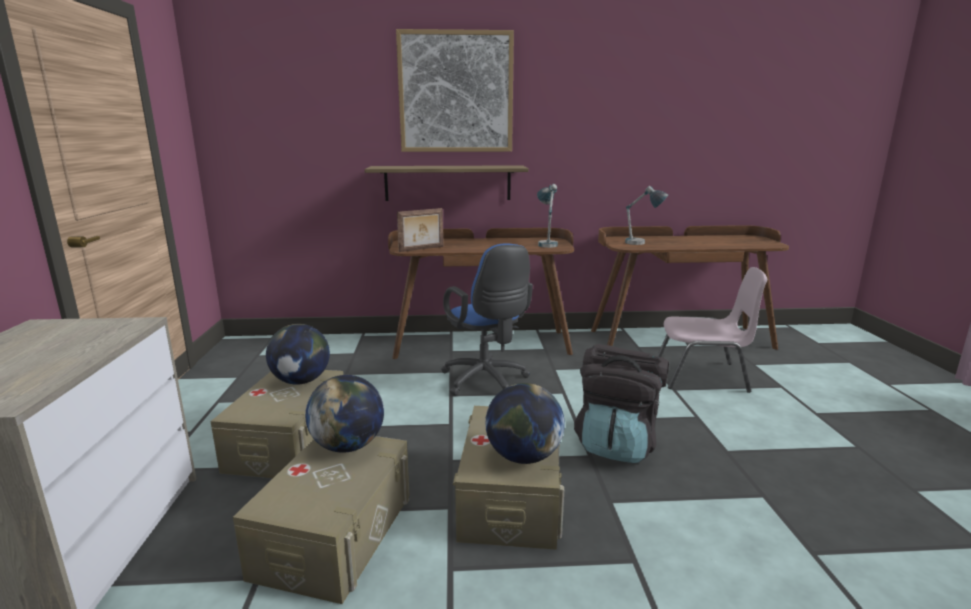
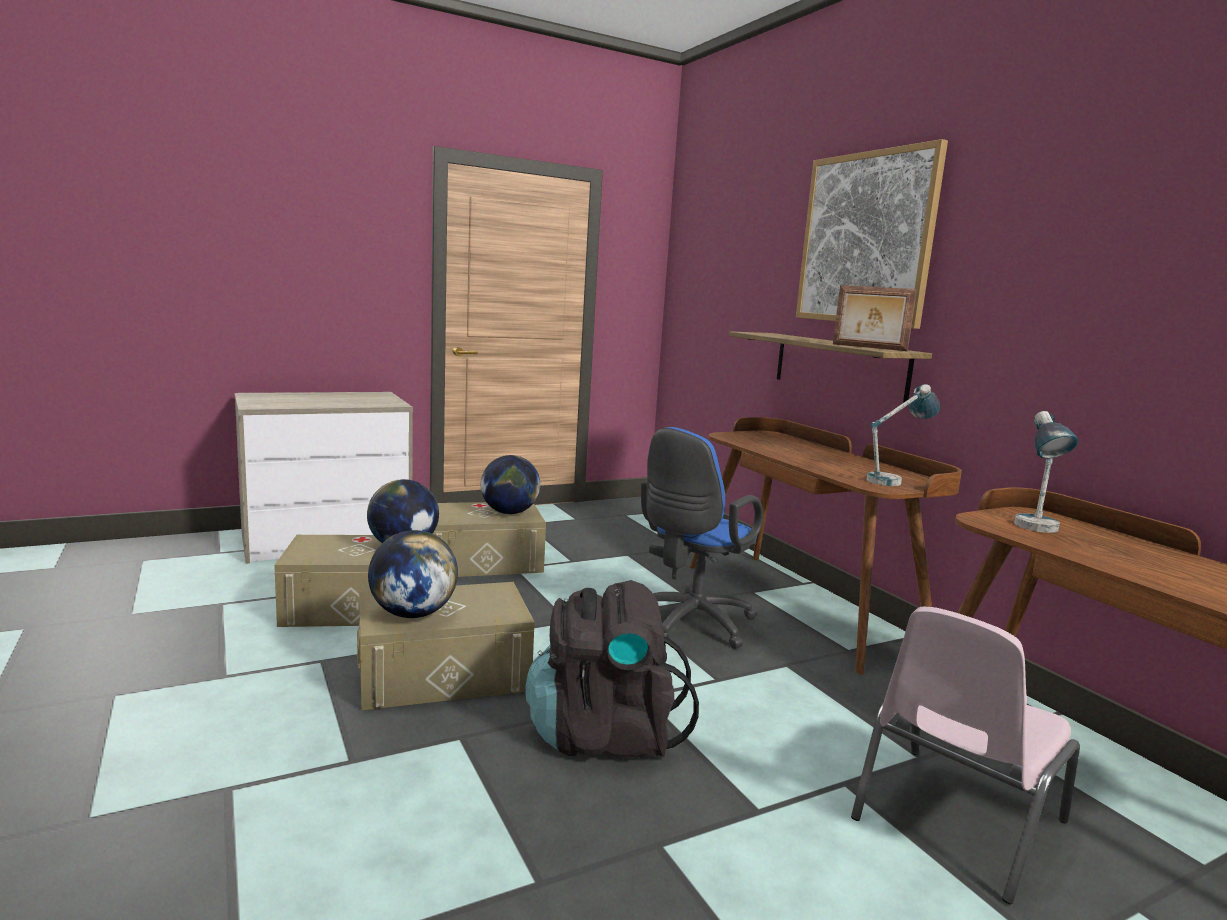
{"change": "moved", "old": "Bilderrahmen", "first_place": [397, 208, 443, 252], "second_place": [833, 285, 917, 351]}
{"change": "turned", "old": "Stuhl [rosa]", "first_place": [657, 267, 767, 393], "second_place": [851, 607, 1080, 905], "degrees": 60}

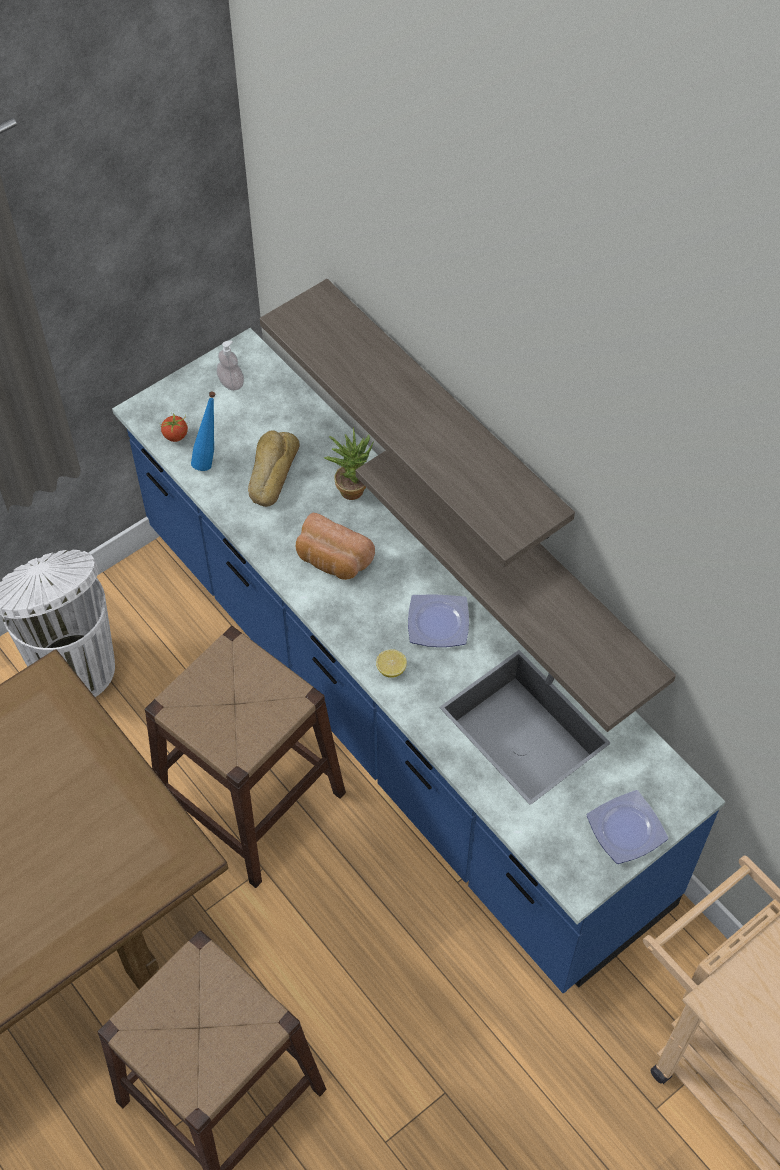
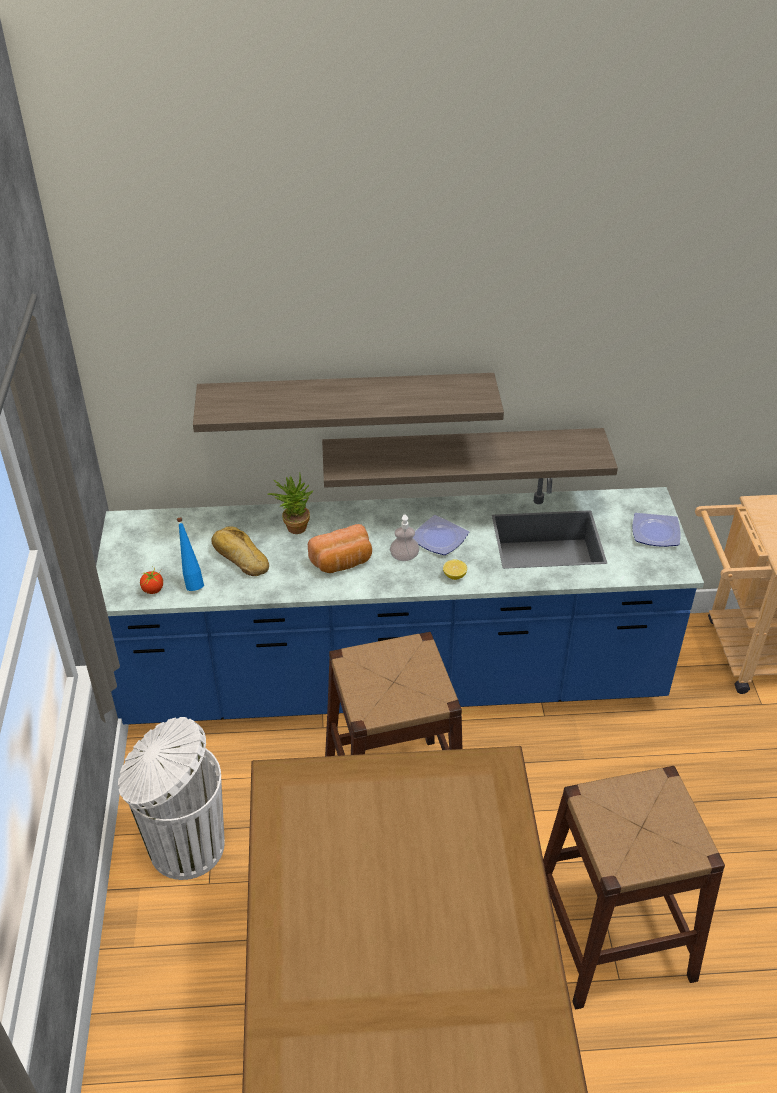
{"change": "moved", "old": "Seifenspender", "first_place": [216, 341, 244, 391], "second_place": [390, 515, 420, 561]}

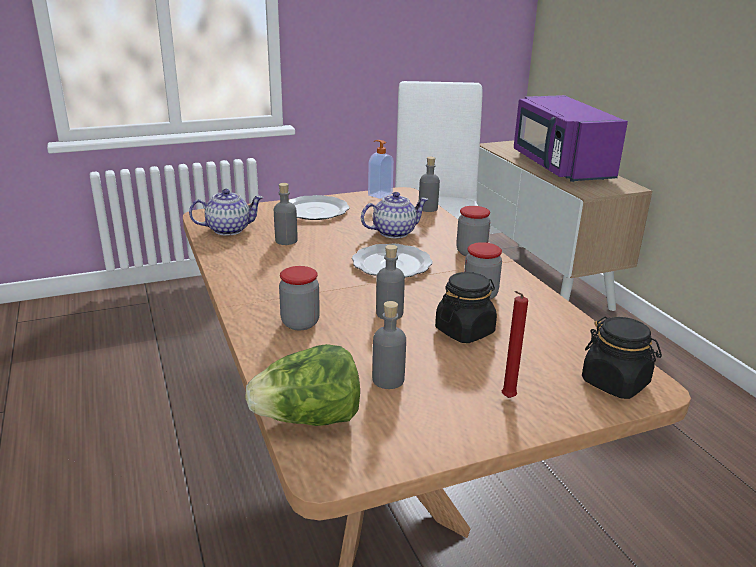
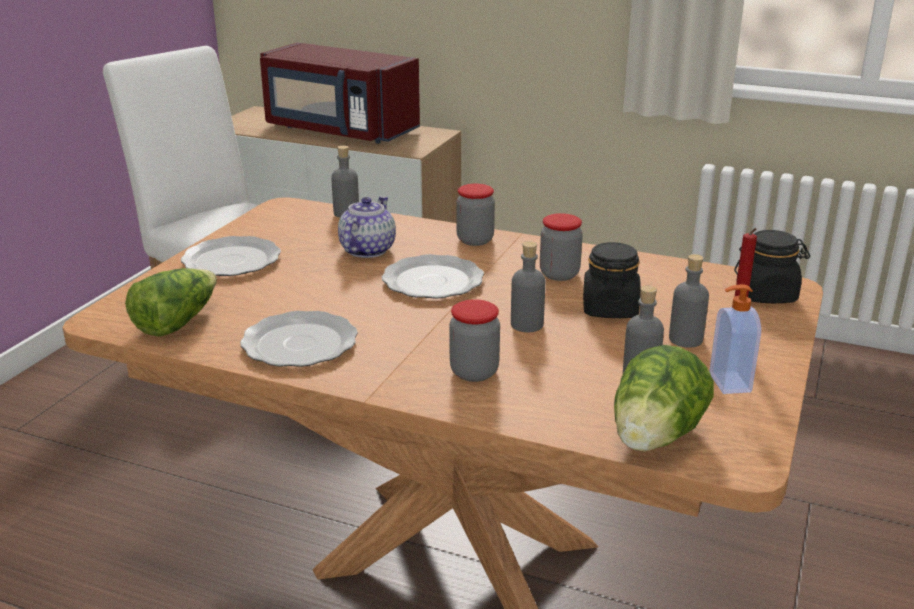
{"change": "replaced", "old": "Teekanne", "new": "Salatkopf", "first_place": [189, 189, 263, 236], "second_place": [125, 268, 216, 337]}
{"change": "moved", "old": "Flasche [grau]", "first_place": [274, 183, 298, 245], "second_place": [669, 254, 709, 348]}
{"change": "moved", "old": "Seifenspender", "first_place": [368, 140, 394, 199], "second_place": [709, 284, 761, 394]}
{"change": "recoloured", "old": "Mikrowelle [lila]", "new": "Mikrowelle [rot]", "first_place": [514, 95, 628, 182], "second_place": [260, 42, 420, 144]}
{"change": "added", "new": "Teller", "second_place": [240, 311, 358, 367]}

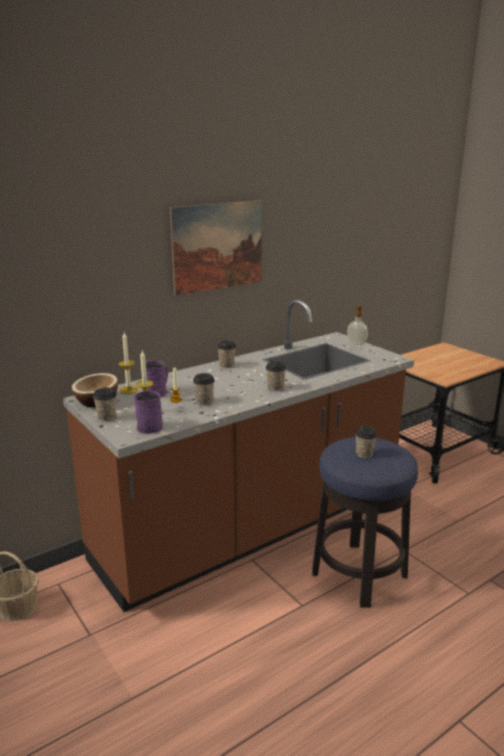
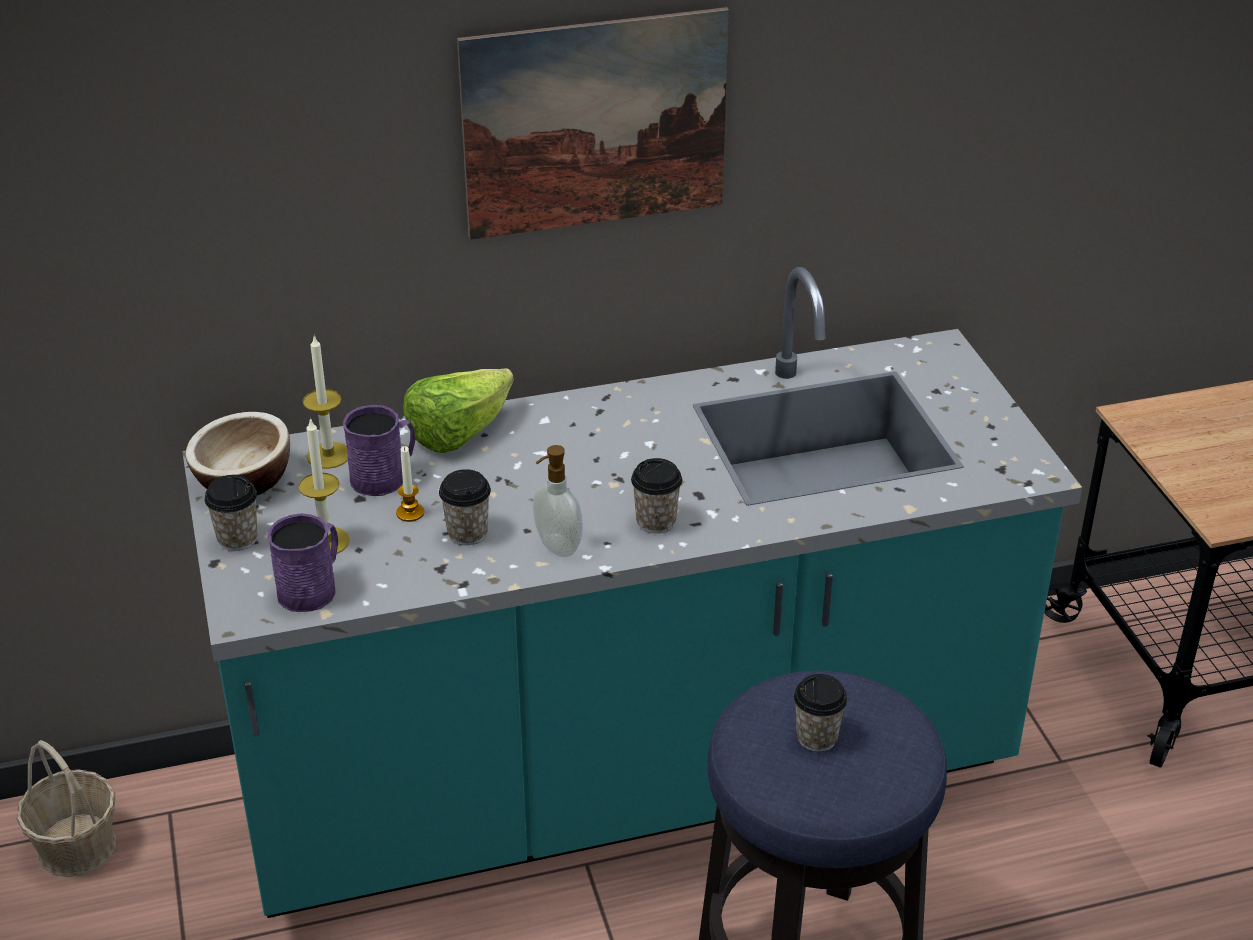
{"change": "recoloured", "old": "Küchenzeile [braun]", "new": "Küchenzeile [türkis]", "first_place": [63, 300, 414, 612], "second_place": [182, 267, 1082, 918]}
{"change": "removed", "old": "Tasse", "first_place": [217, 341, 236, 368]}
{"change": "moved", "old": "Seifenspender", "first_place": [347, 305, 368, 345], "second_place": [533, 445, 583, 557]}
{"change": "added", "new": "Salatkopf", "second_place": [403, 368, 514, 453]}

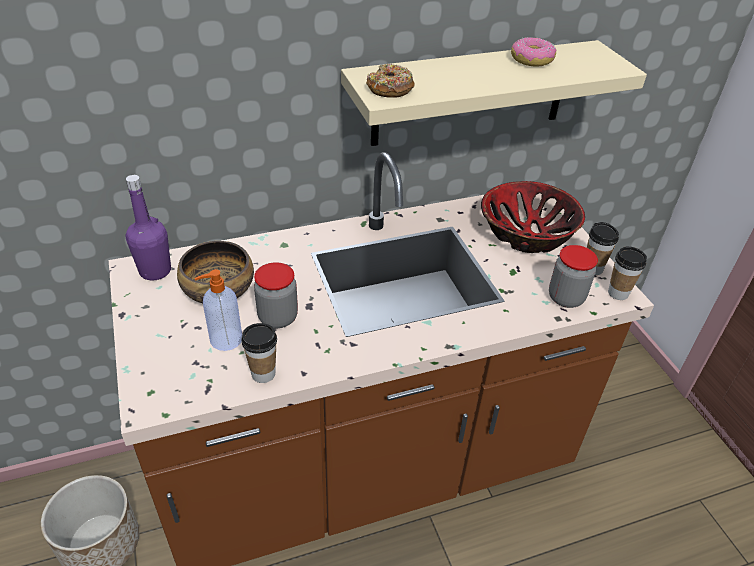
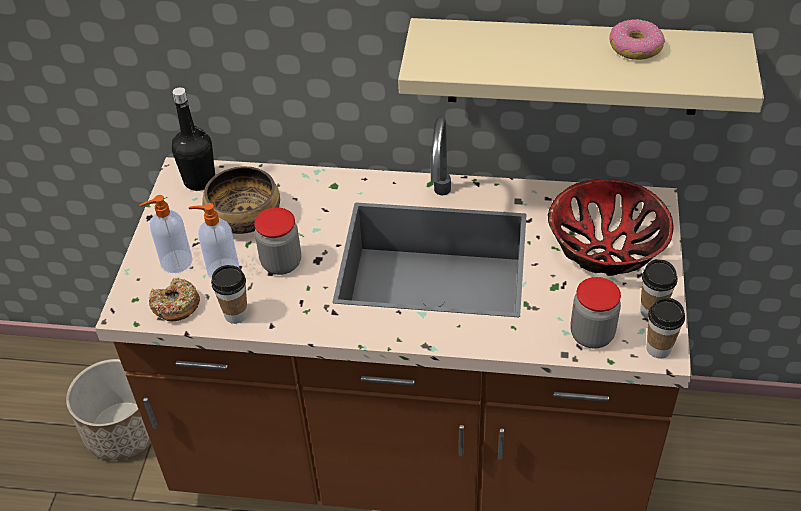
{"change": "recoloured", "old": "Flasche [lila]", "new": "Flasche [schwarz]", "first_place": [126, 175, 171, 281], "second_place": [172, 87, 215, 191]}
{"change": "moved", "old": "Donut", "first_place": [366, 64, 415, 98], "second_place": [149, 277, 200, 321]}
{"change": "added", "new": "Seifenspender", "second_place": [140, 195, 193, 273]}

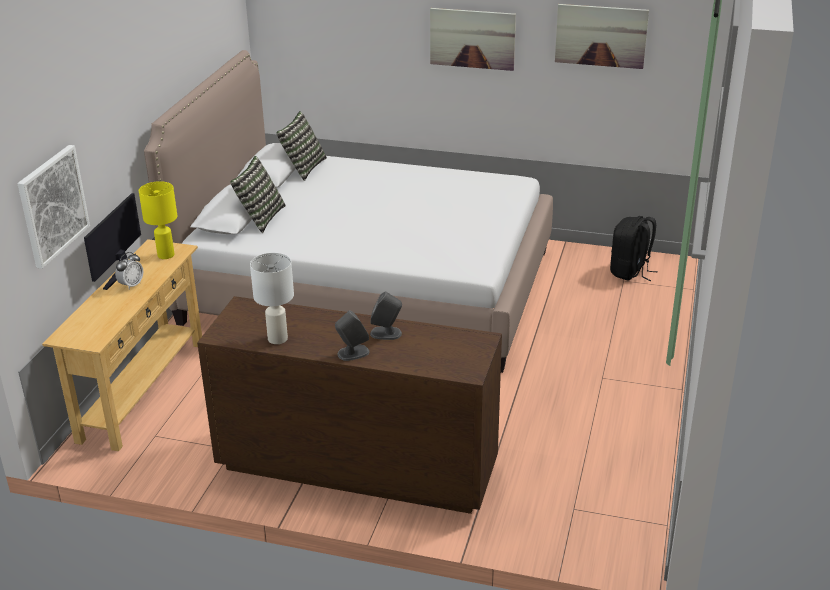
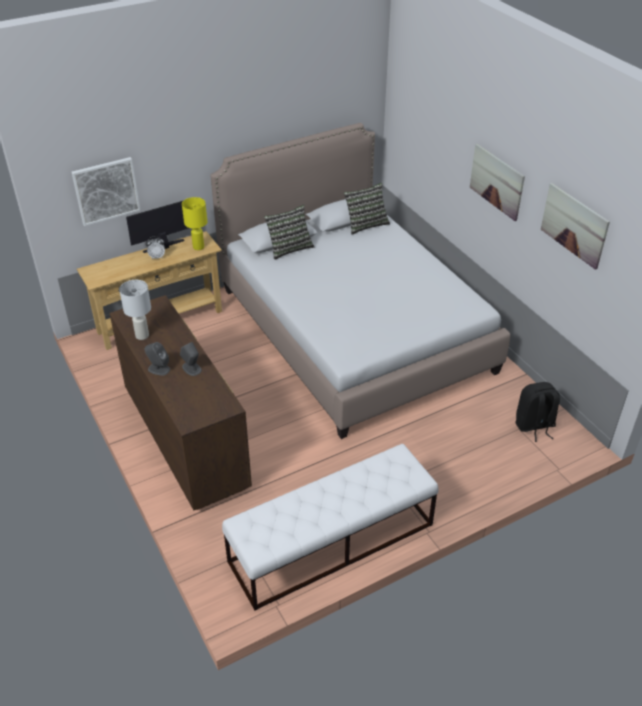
{"change": "added", "new": "Bank [weiß]", "second_place": [222, 444, 438, 611]}

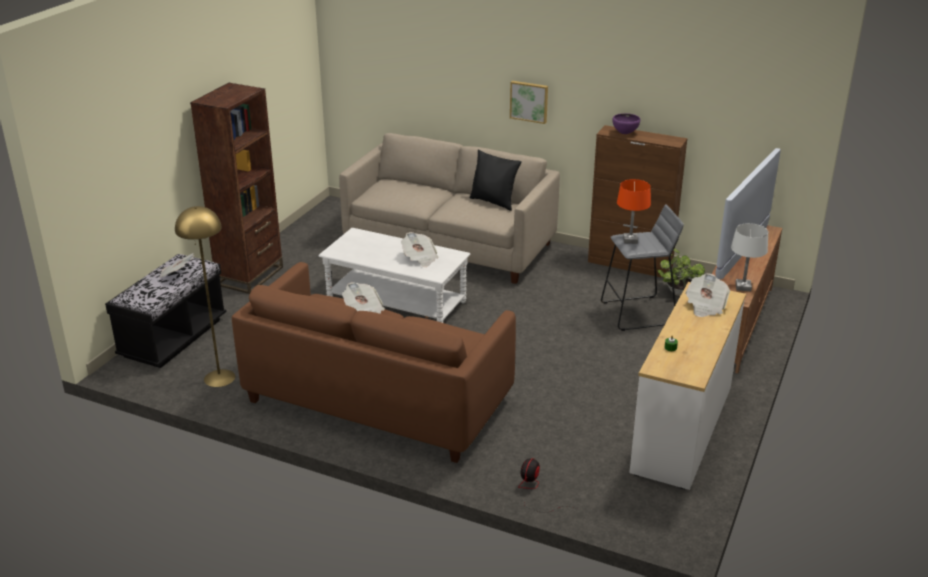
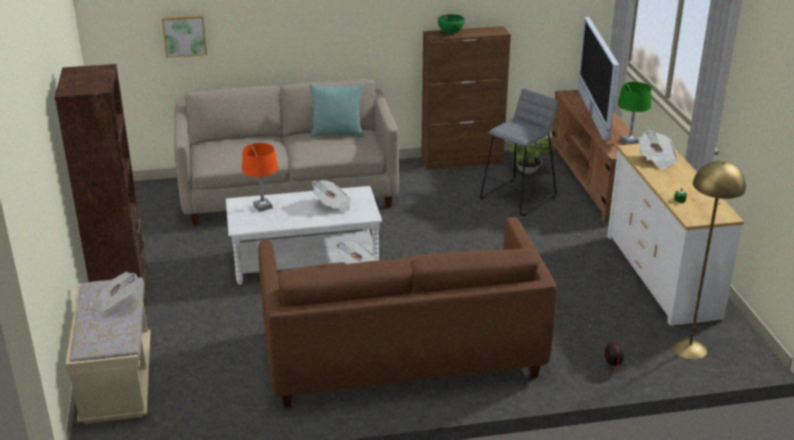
{"change": "recoloured", "old": "Bank [schwarz]", "new": "Bank [beige]", "first_place": [105, 254, 226, 368], "second_place": [66, 277, 150, 424]}
{"change": "moved", "old": "Stehlampe [gelb]", "first_place": [175, 206, 235, 387], "second_place": [672, 161, 746, 360]}
{"change": "recoloured", "old": "Kissen [schwarz]", "new": "Kissen [türkis]", "first_place": [470, 149, 522, 211], "second_place": [309, 84, 364, 137]}
{"change": "moved", "old": "Bild", "first_place": [510, 81, 548, 124], "second_place": [162, 15, 207, 58]}
{"change": "recoloured", "old": "Schüssel [lila]", "new": "Schüssel [grün]", "first_place": [612, 113, 640, 134], "second_place": [438, 14, 465, 35]}
{"change": "moved", "old": "Tischlampe [orange]", "first_place": [617, 179, 651, 244], "second_place": [242, 143, 278, 212]}
{"change": "recoloured", "old": "Tischlampe [weiß]", "new": "Tischlampe [grün]", "first_place": [731, 223, 768, 291], "second_place": [618, 82, 651, 145]}

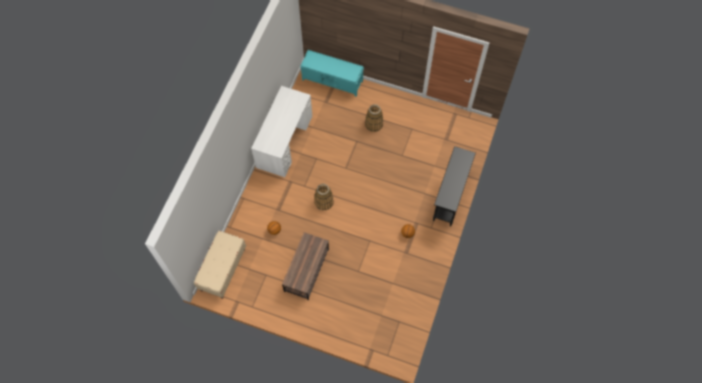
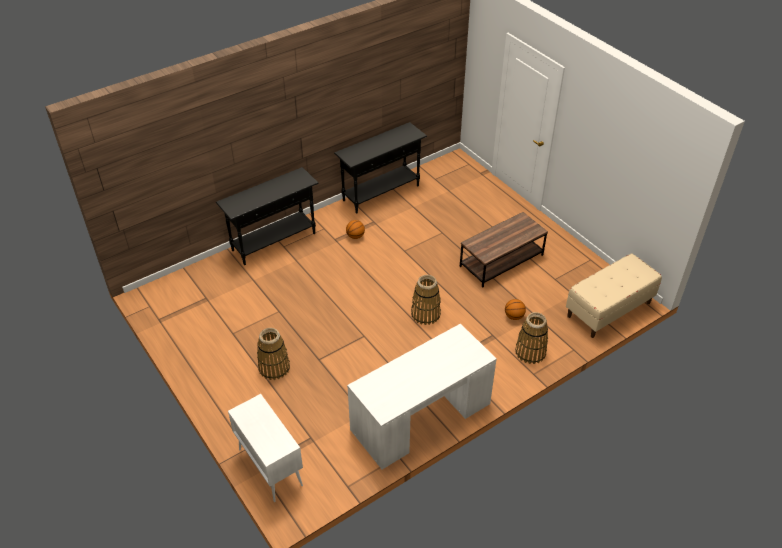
{"change": "replaced", "old": "Bank [türkis]", "new": "Schrank [weiß]", "first_place": [300, 50, 364, 97], "second_place": [228, 394, 303, 502]}
{"change": "added", "new": "Konsolentisch [schwarz]", "second_place": [334, 122, 427, 214]}
{"change": "added", "new": "Korb", "second_place": [515, 312, 548, 364]}

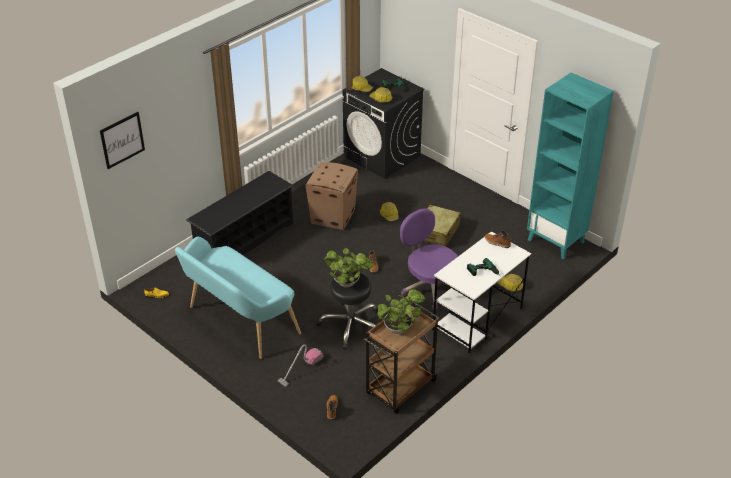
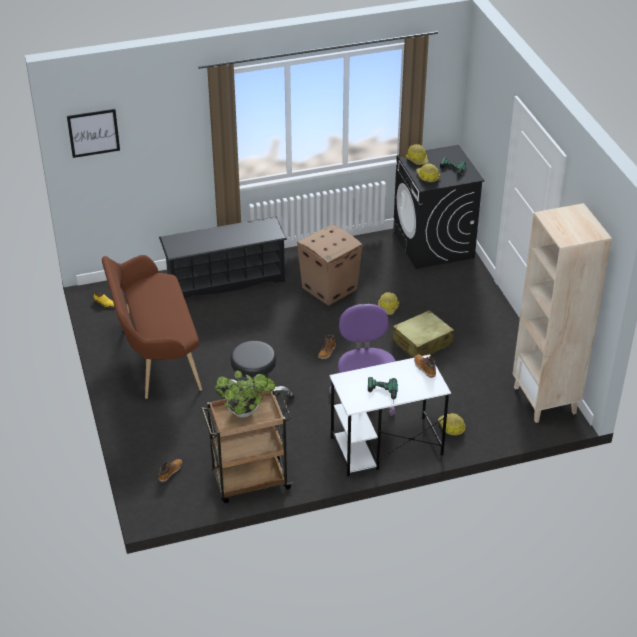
{"change": "recoloured", "old": "Bank [türkis]", "new": "Bank [braun]", "first_place": [175, 237, 301, 359], "second_place": [102, 255, 202, 399]}
{"change": "removed", "old": "Staubsauger", "first_place": [278, 345, 324, 387]}
{"change": "removed", "old": "Topfpflanze", "first_place": [324, 248, 373, 287]}
{"change": "recoloured", "old": "Bücherregal [türkis]", "new": "Bücherregal [beige]", "first_place": [527, 73, 614, 259], "second_place": [513, 203, 612, 423]}

